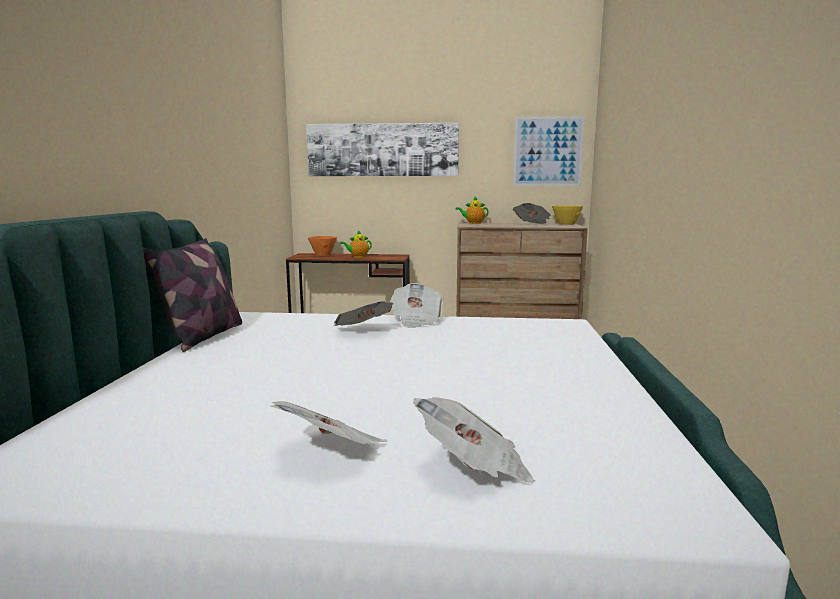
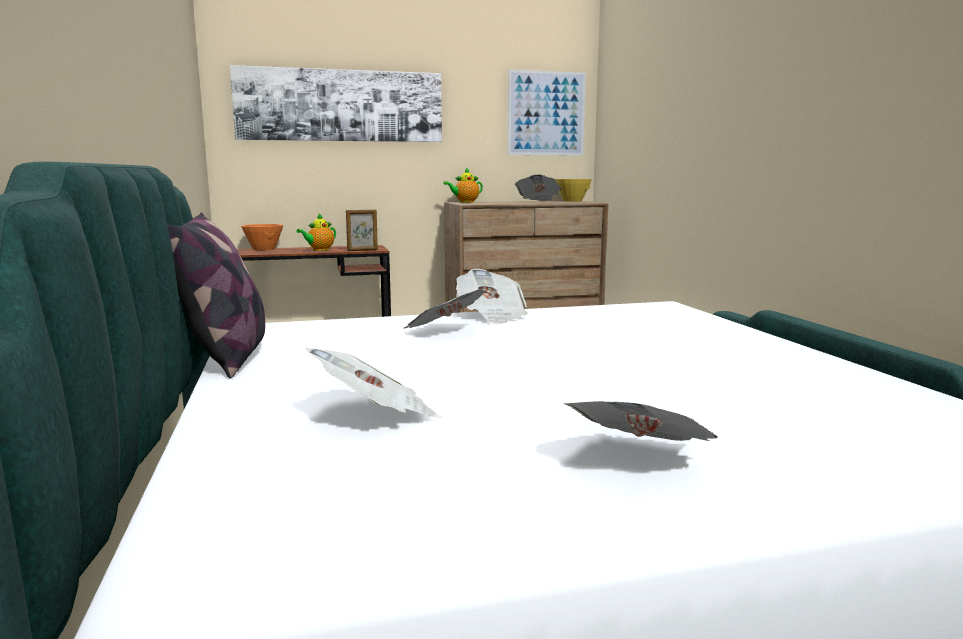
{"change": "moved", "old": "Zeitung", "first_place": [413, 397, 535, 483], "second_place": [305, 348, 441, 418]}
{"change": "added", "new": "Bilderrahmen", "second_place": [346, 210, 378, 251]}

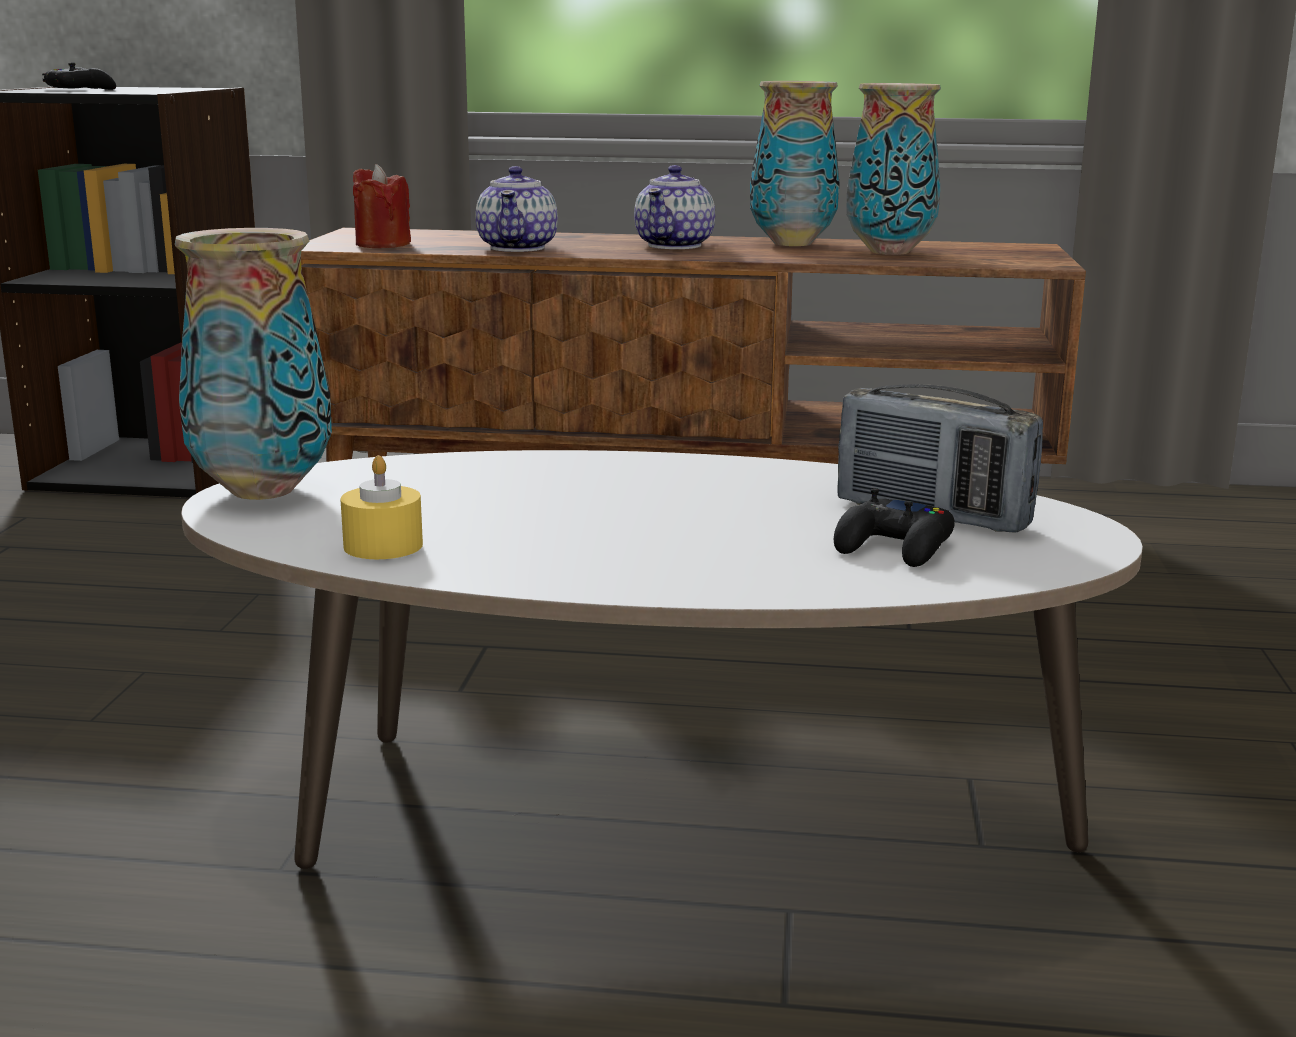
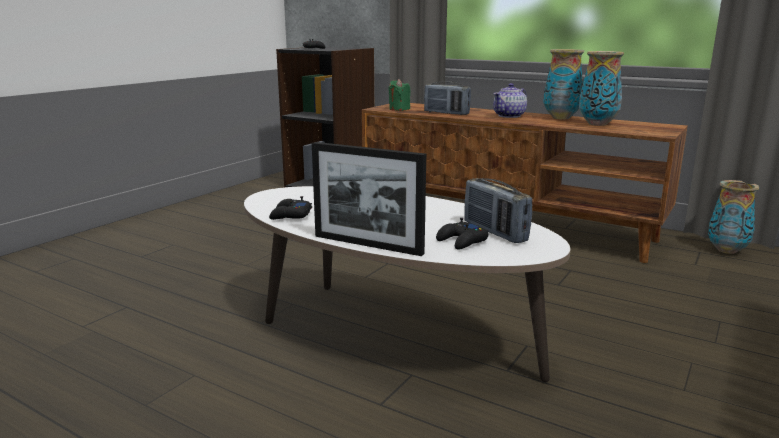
{"change": "moved", "old": "Vase", "first_place": [175, 228, 332, 500], "second_place": [708, 180, 759, 254]}
{"change": "replaced", "old": "Kerze [gelb]", "new": "Gamepad [schwarz]", "first_place": [340, 455, 423, 559], "second_place": [269, 196, 312, 220]}
{"change": "recoloured", "old": "Kerze [rot]", "new": "Kerze [grün]", "first_place": [353, 164, 411, 248], "second_place": [388, 79, 411, 111]}
{"change": "replaced", "old": "Teekanne", "new": "Radio", "first_place": [475, 166, 558, 252], "second_place": [424, 81, 471, 115]}
{"change": "added", "new": "Bilderrahmen", "second_place": [312, 142, 426, 256]}

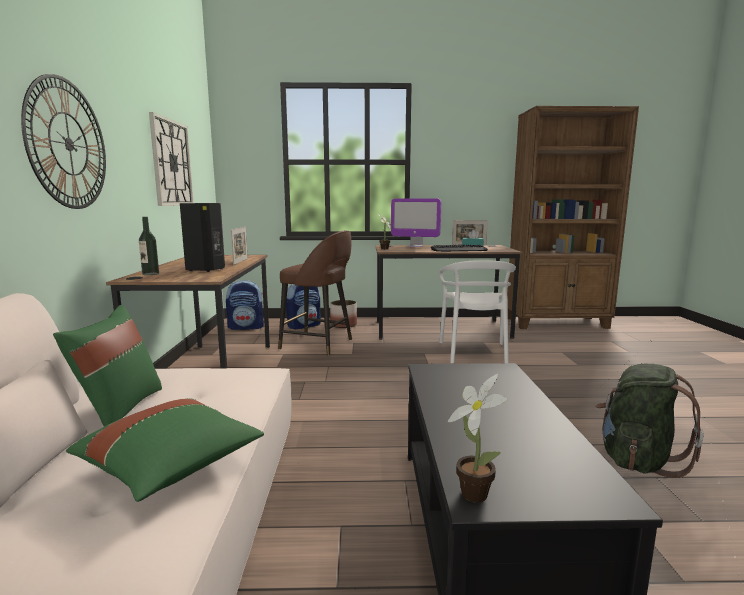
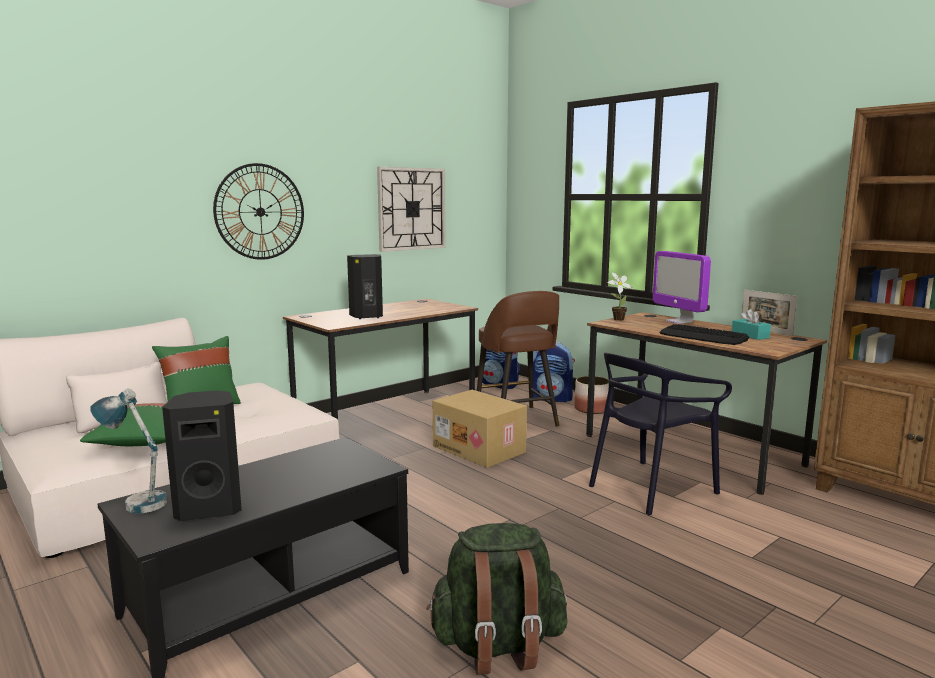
{"change": "removed", "old": "Flasche", "first_place": [139, 217, 159, 275]}
{"change": "removed", "old": "Bilderrahmen", "first_place": [231, 227, 248, 265]}
{"change": "recoloured", "old": "Stuhl [weiß]", "new": "Stuhl [schwarz]", "first_place": [439, 260, 516, 364], "second_place": [589, 352, 732, 515]}
{"change": "replaced", "old": "Topfpflanze", "new": "Tischlampe", "first_place": [448, 374, 508, 503], "second_place": [90, 389, 167, 513]}
{"change": "added", "new": "Lautsprecher [schwarz]", "second_place": [162, 390, 242, 521]}
{"change": "added", "new": "Karton", "second_place": [433, 390, 527, 468]}

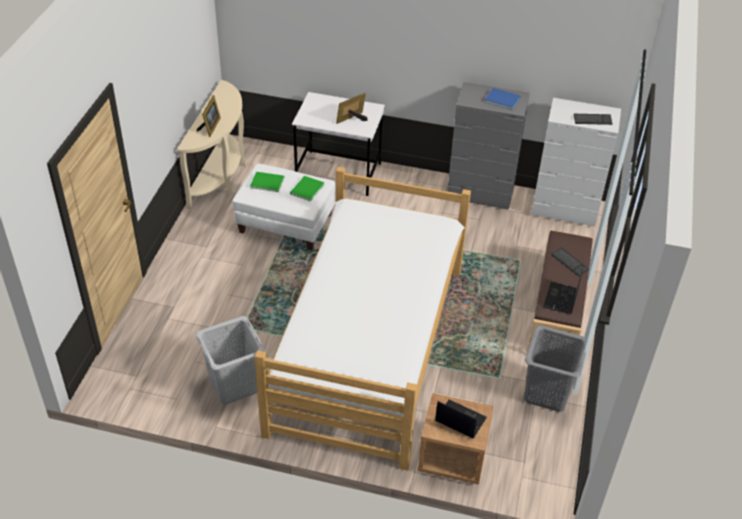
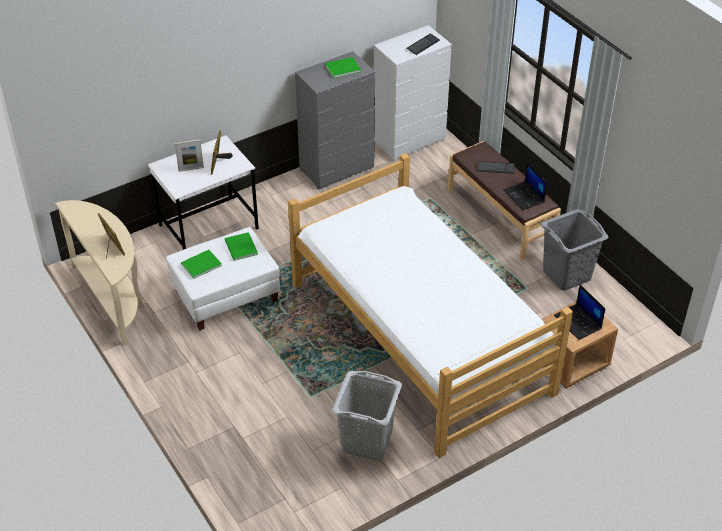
{"change": "turned", "old": "Laptop", "first_place": [435, 400, 487, 438], "second_place": [554, 285, 605, 340], "degrees": -105}
{"change": "recoloured", "old": "Buch [blau]", "new": "Buch [grün]", "first_place": [485, 88, 520, 110], "second_place": [325, 57, 361, 78]}
{"change": "added", "new": "Bilderrahmen", "second_place": [175, 139, 204, 172]}

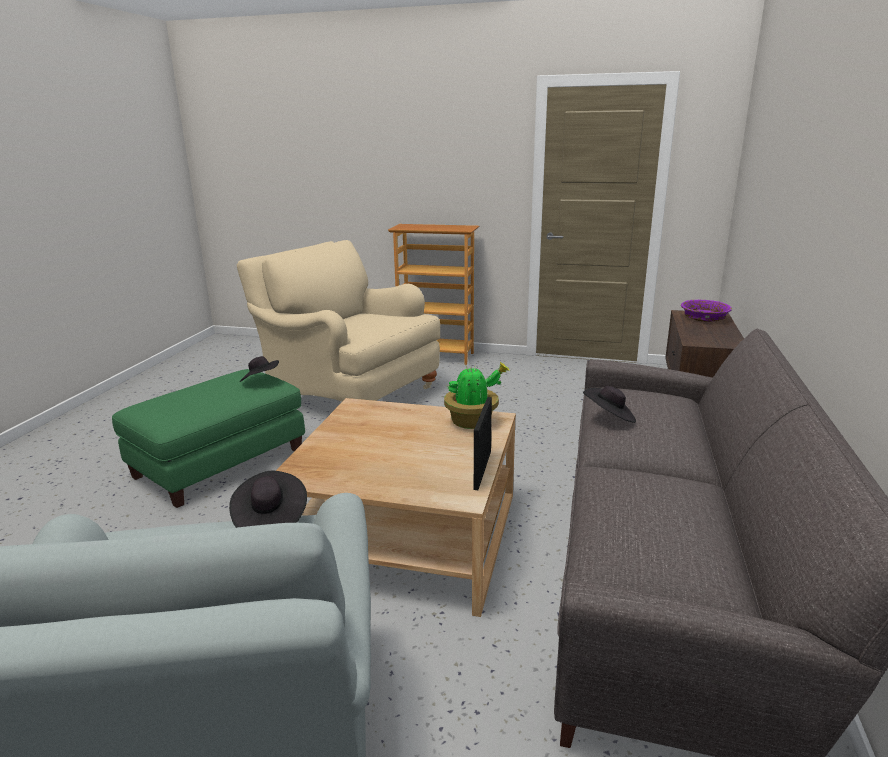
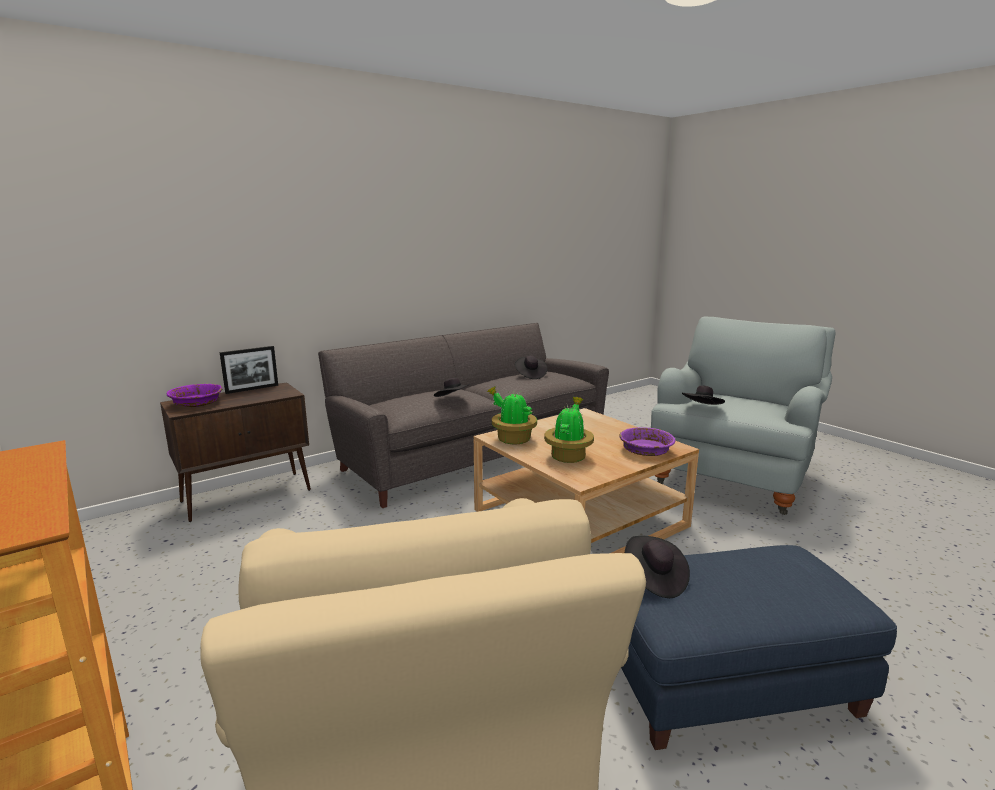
{"change": "recoloured", "old": "Polsterhocker [grün]", "new": "Polsterhocker [blau]", "first_place": [112, 369, 305, 508], "second_place": [621, 545, 897, 750]}
{"change": "moved", "old": "Bilderrahmen", "first_place": [474, 397, 492, 490], "second_place": [220, 346, 278, 394]}
{"change": "added", "new": "Hut [schwarz]", "second_place": [515, 355, 548, 379]}
{"change": "added", "new": "Topfpflanze", "second_place": [544, 397, 594, 463]}
{"change": "added", "new": "Schüssel [lila]", "second_place": [619, 427, 676, 456]}

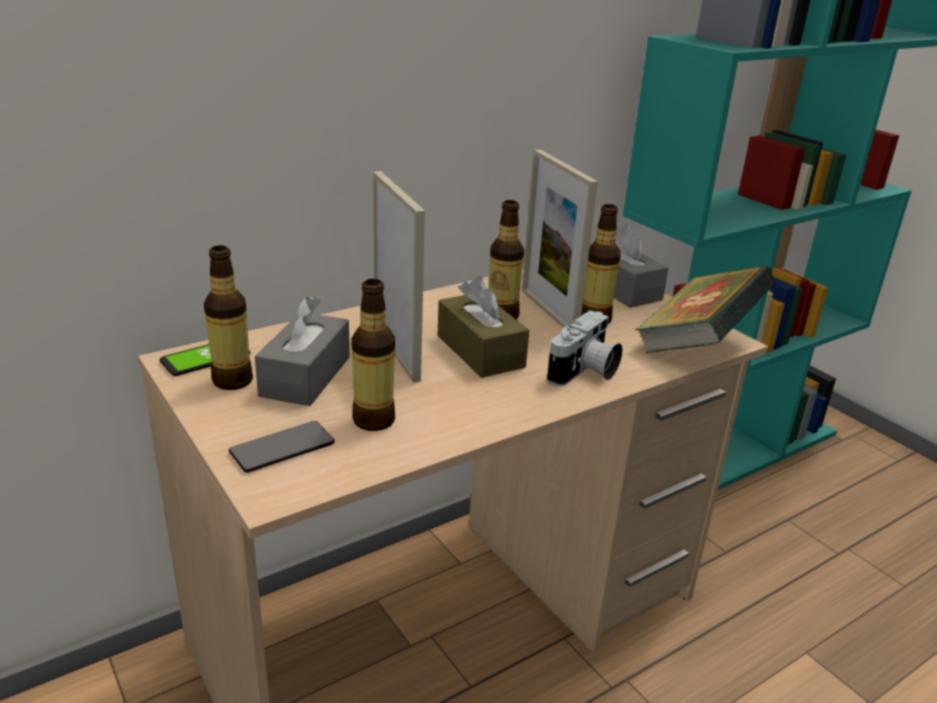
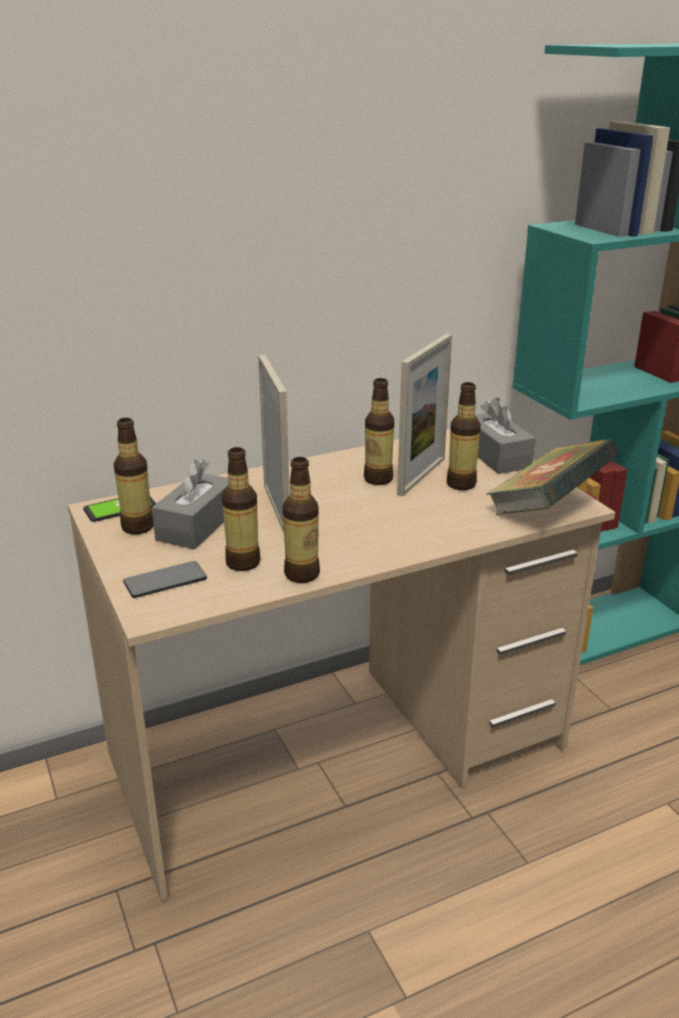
{"change": "removed", "old": "Taschentuchbox [braun]", "first_place": [437, 276, 529, 378]}
{"change": "turned", "old": "Bilderrahmen", "first_place": [522, 149, 598, 328], "second_place": [397, 334, 452, 496], "degrees": -135}
{"change": "removed", "old": "Kamera", "first_place": [547, 310, 623, 386]}
{"change": "added", "new": "Flasche", "second_place": [283, 457, 320, 583]}

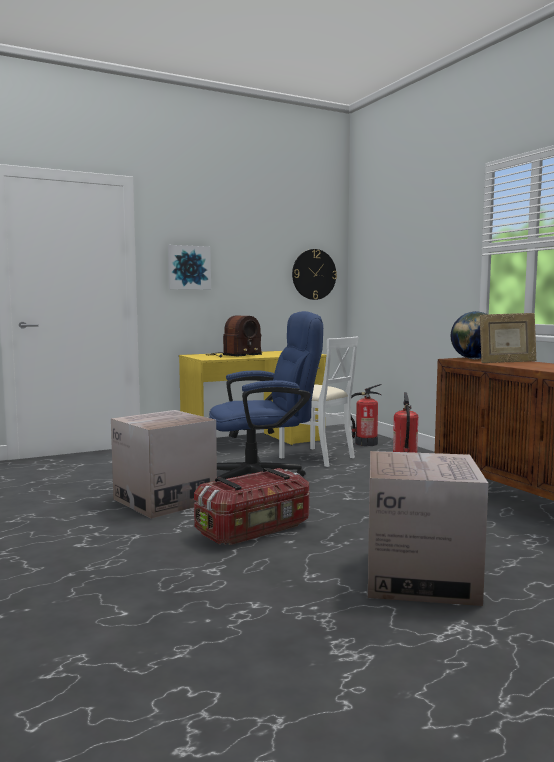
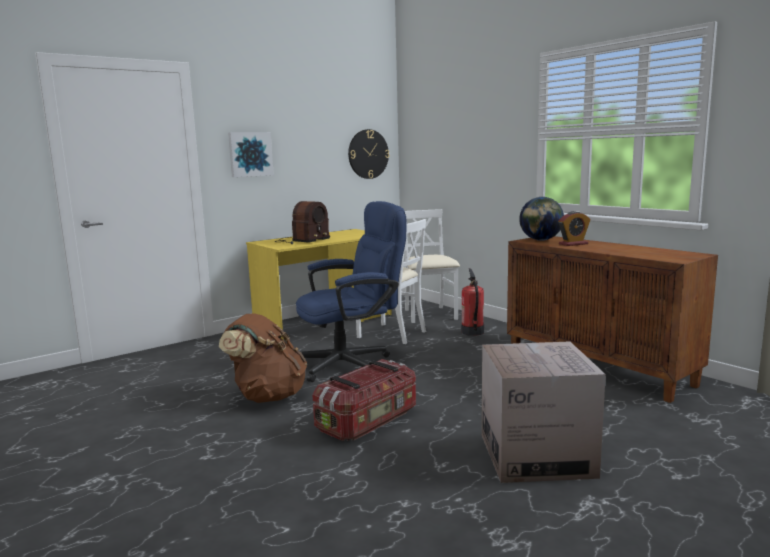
{"change": "replaced", "old": "Karton", "new": "Rucksack [braun]", "first_place": [111, 410, 217, 519], "second_place": [219, 313, 307, 403]}
{"change": "replaced", "old": "Feuerlöscher", "new": "Stuhl [weiß]", "first_place": [351, 384, 382, 446], "second_place": [405, 209, 460, 323]}
{"change": "replaced", "old": "Bilderrahmen", "new": "Wecker", "first_place": [480, 313, 537, 363], "second_place": [558, 211, 590, 246]}

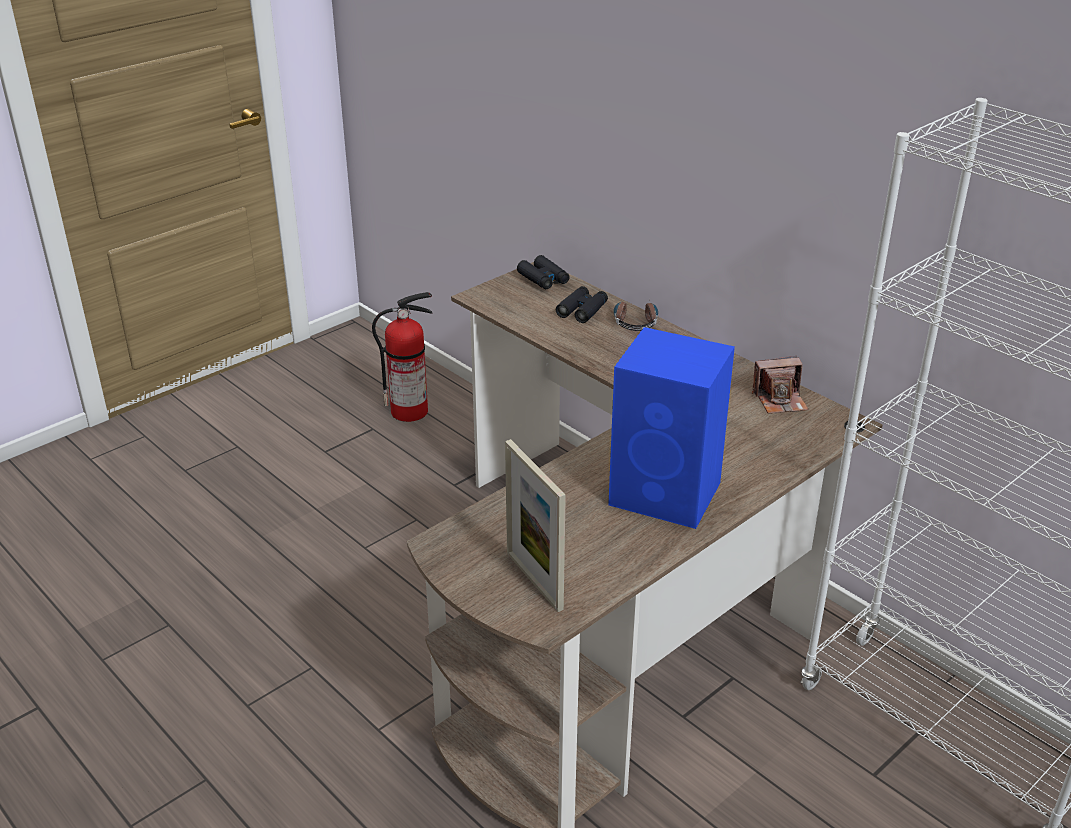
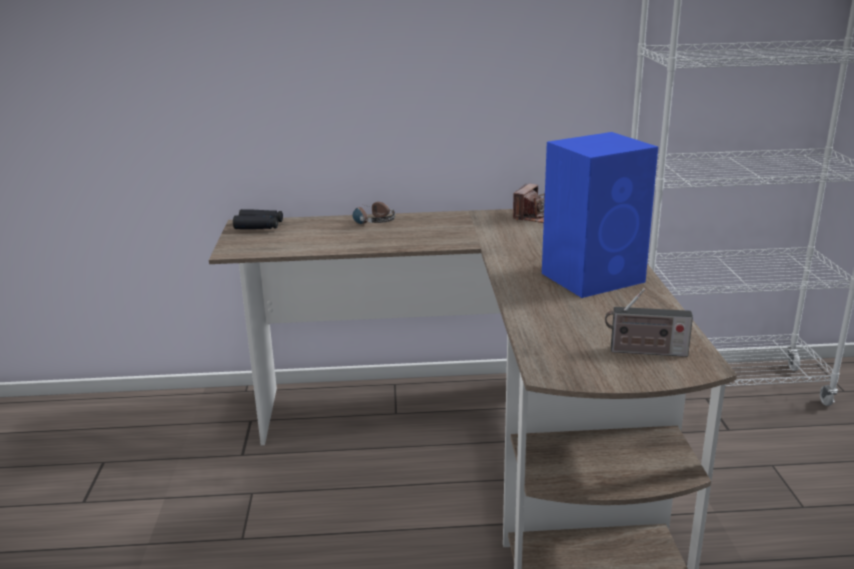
{"change": "removed", "old": "Feuerlöscher", "first_place": [372, 292, 432, 422]}
{"change": "replaced", "old": "Bilderrahmen", "new": "Radio", "first_place": [505, 439, 566, 612], "second_place": [605, 288, 693, 357]}
{"change": "removed", "old": "Fernglas [schwarz]", "first_place": [556, 286, 608, 323]}

